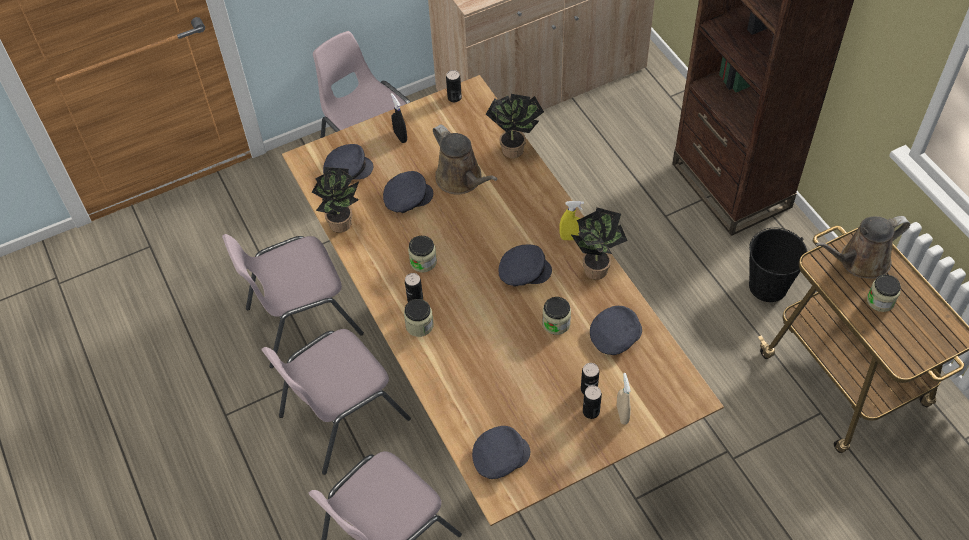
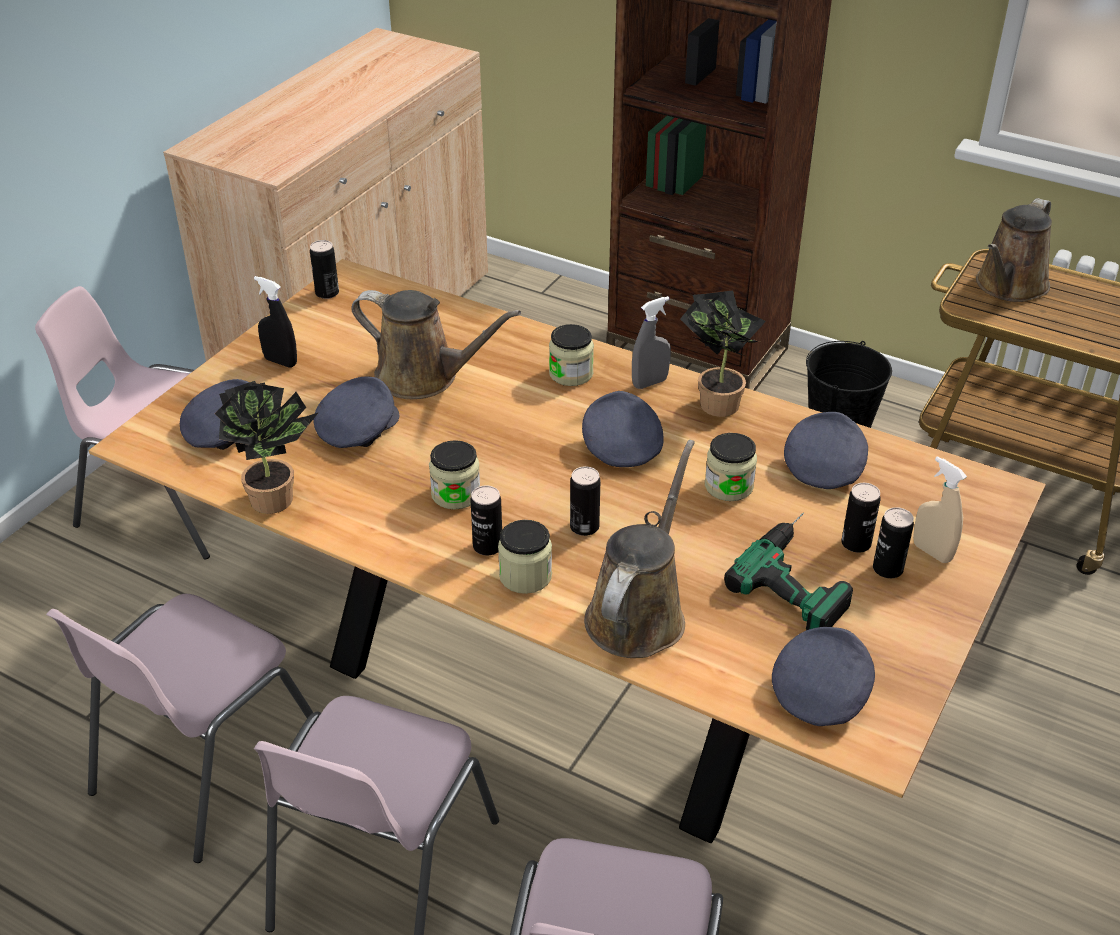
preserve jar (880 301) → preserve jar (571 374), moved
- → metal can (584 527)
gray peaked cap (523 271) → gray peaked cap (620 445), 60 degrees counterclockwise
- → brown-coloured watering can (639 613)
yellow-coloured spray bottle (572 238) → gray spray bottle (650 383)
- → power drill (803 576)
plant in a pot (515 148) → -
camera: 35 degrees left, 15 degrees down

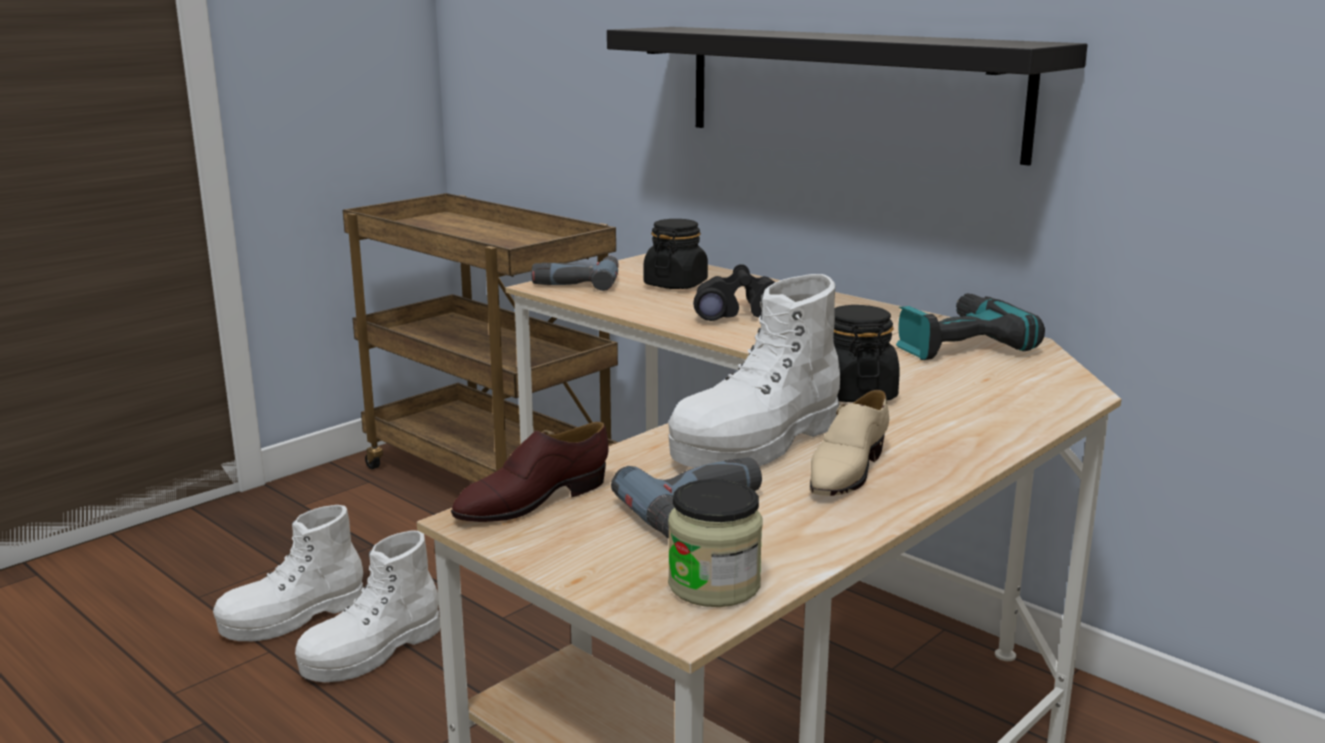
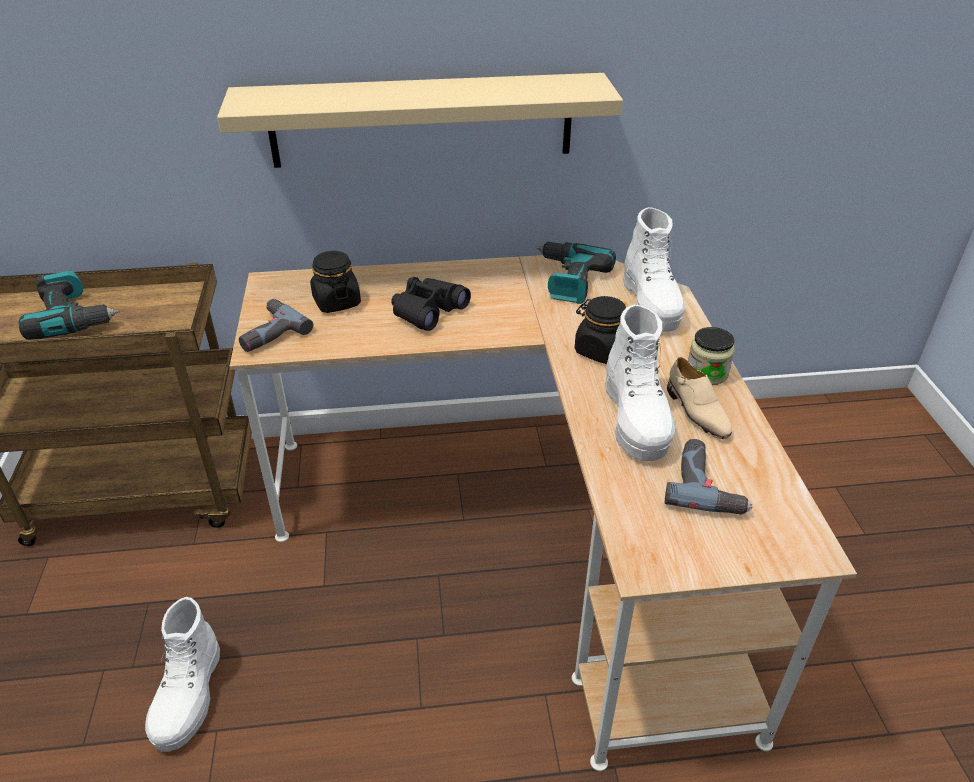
- → power drill (73 317)
blackish bracket shelf (848 89) → beige-coloured bracket shelf (422 120)
white tall boot (372 652) → white tall boot (651 304), moved
preserve jar (714 585) → preserve jar (707 373), moved
brown-coloured item of footwear (531 501) → -
camera: 50 degrees left, 20 degrees up

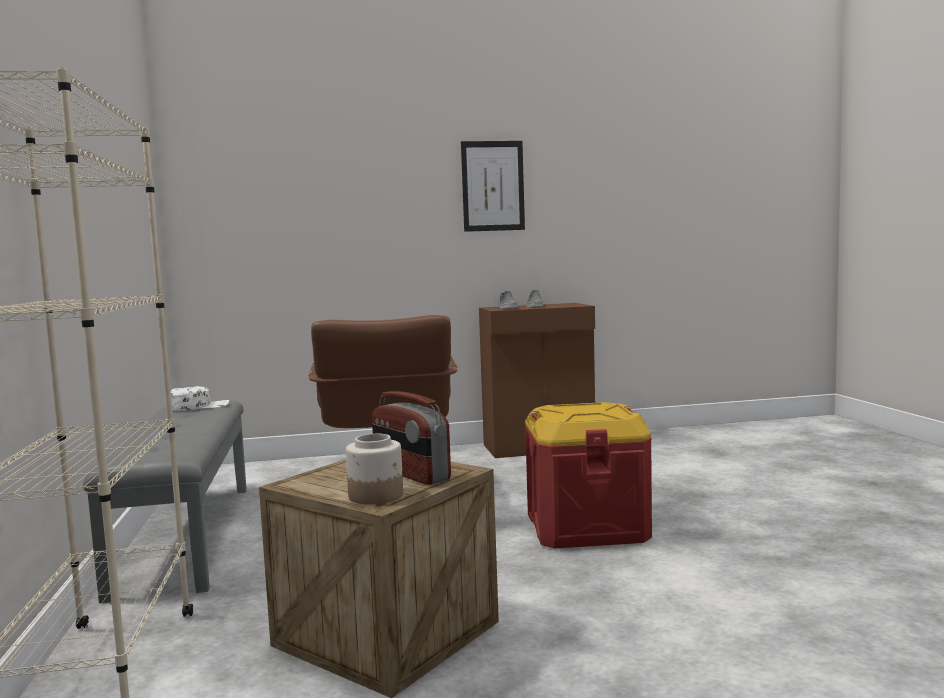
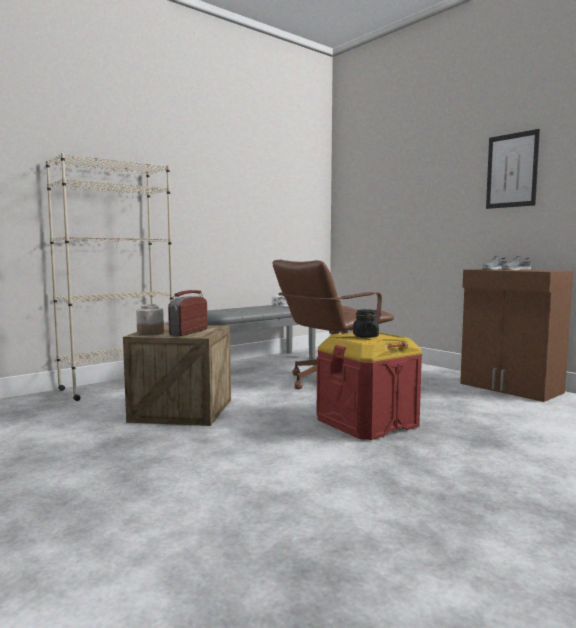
- → blackish preserve jar (365 336)
camera: 60 degrees right, 0 degrees up

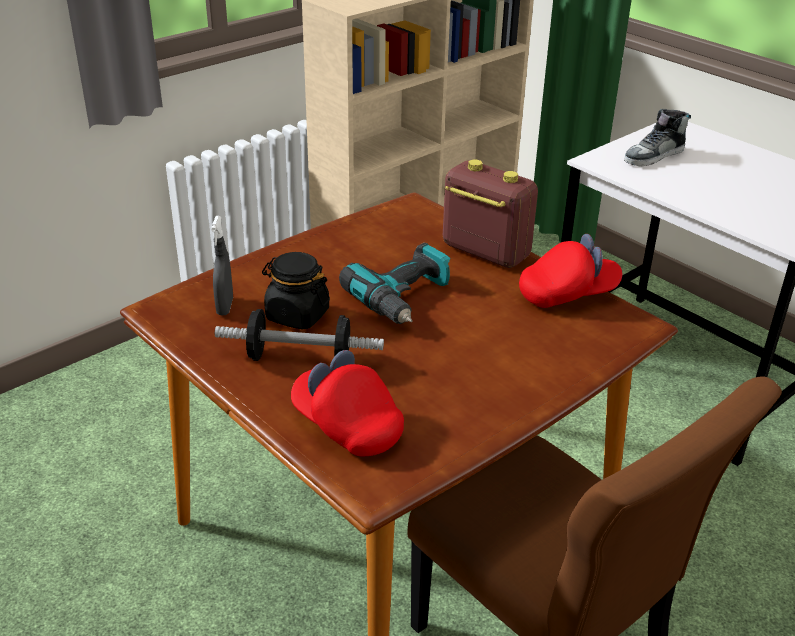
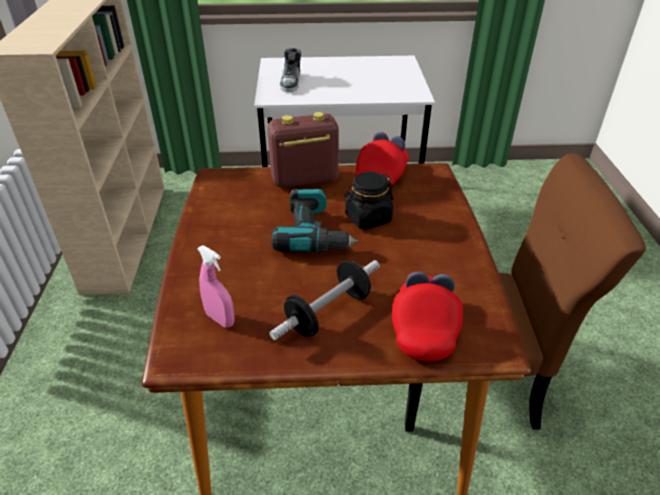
gray spray bottle (225 307) → pink-coloured spray bottle (220 319)
blackish preserve jar (297 315) → blackish preserve jar (368 218), moved
red-coloured peaked cap (347 426) → red-coloured peaked cap (424 328), 105 degrees clockwise
camera: 50 degrees left, 5 degrees up

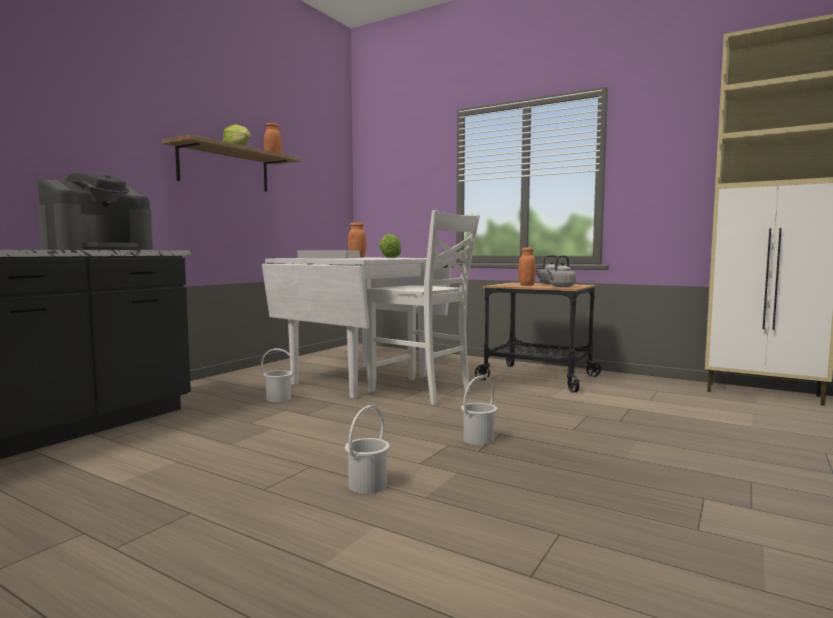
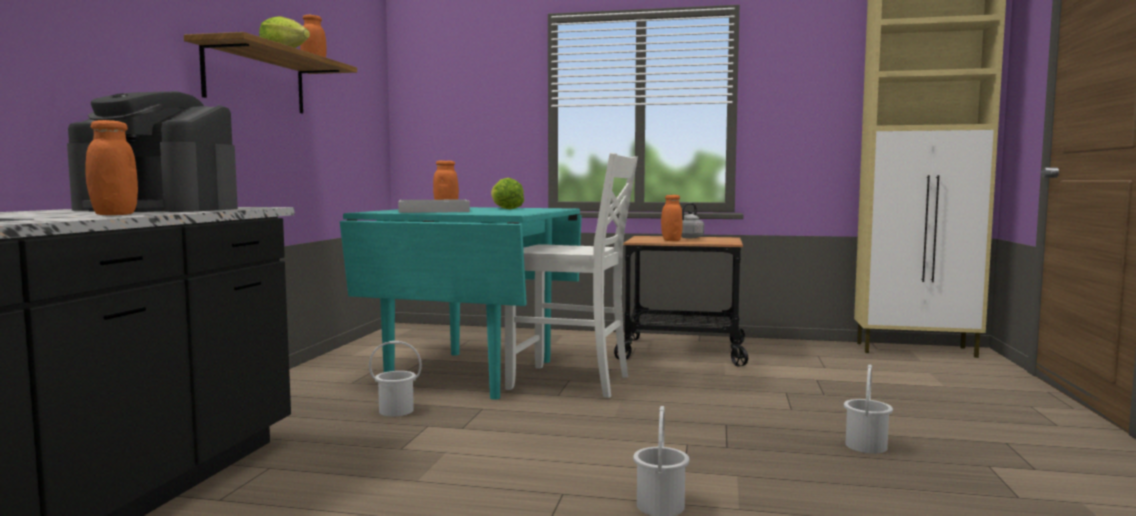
coffee brewer (99 249) → coffee brewer (159 209), 90 degrees clockwise
- → orange-coloured preserve jar (114 214)
white kitchen table (359 379) → turquoise kitchen table (471 373)
white water bucket (479 439) → white water bucket (867 446), moved
gray water kettle (561 286) → -
camera: 20 degrees left, 0 degrees up

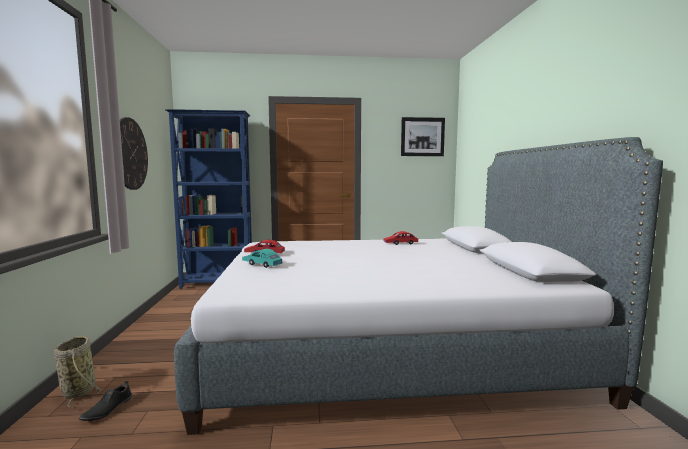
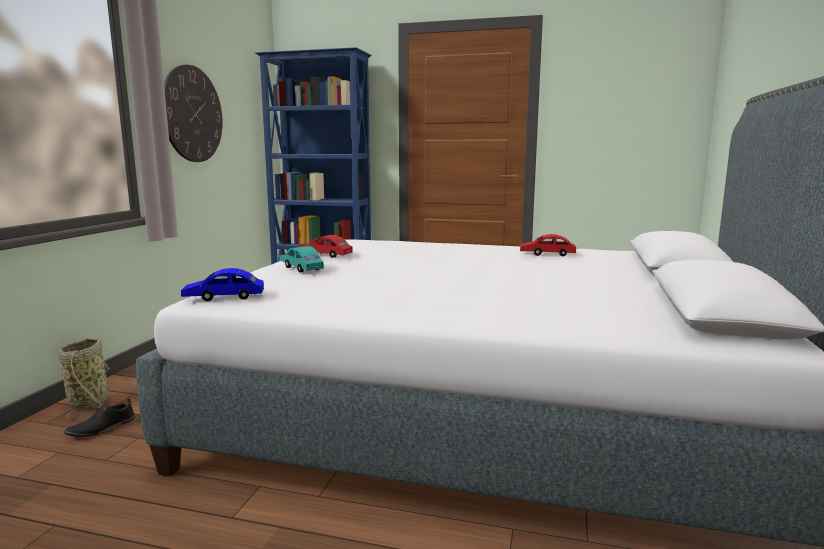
- → bluish toy car (224 297)
wall art (422 137) → -
camera: 20 degrees right, 5 degrees up

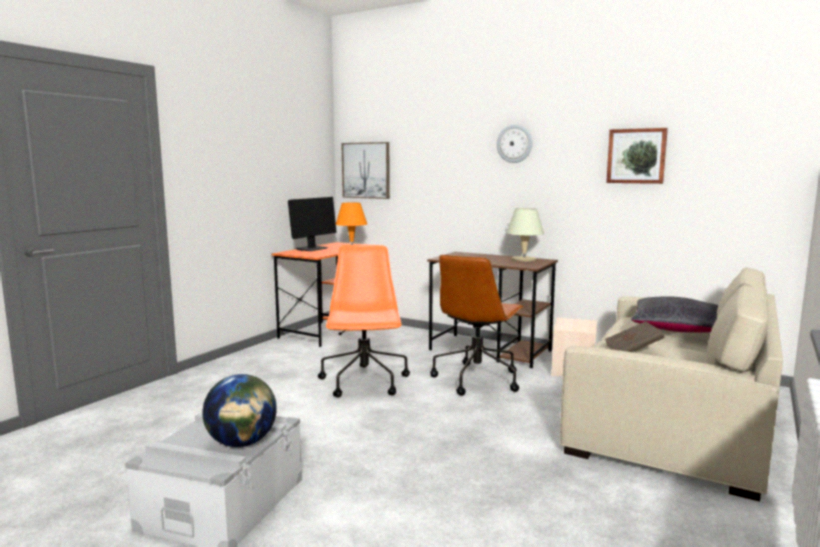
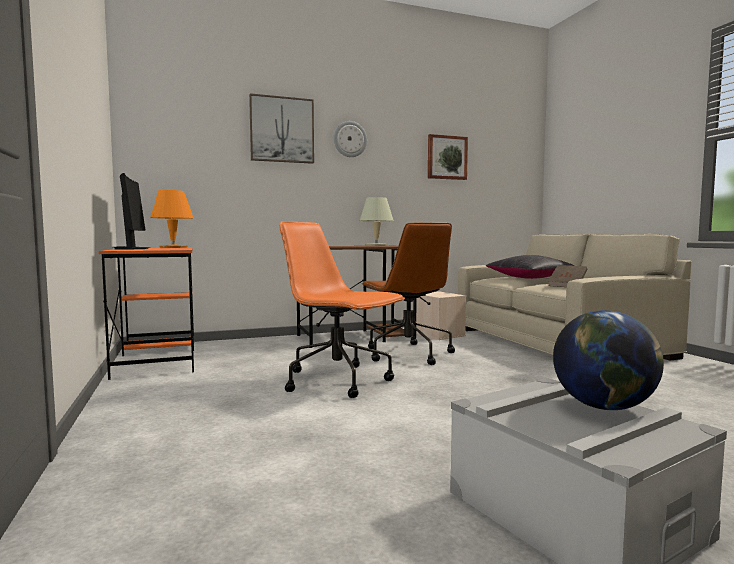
wall art (366 170) → wall art (282 130), moved
camera: 50 degrees left, 5 degrees down

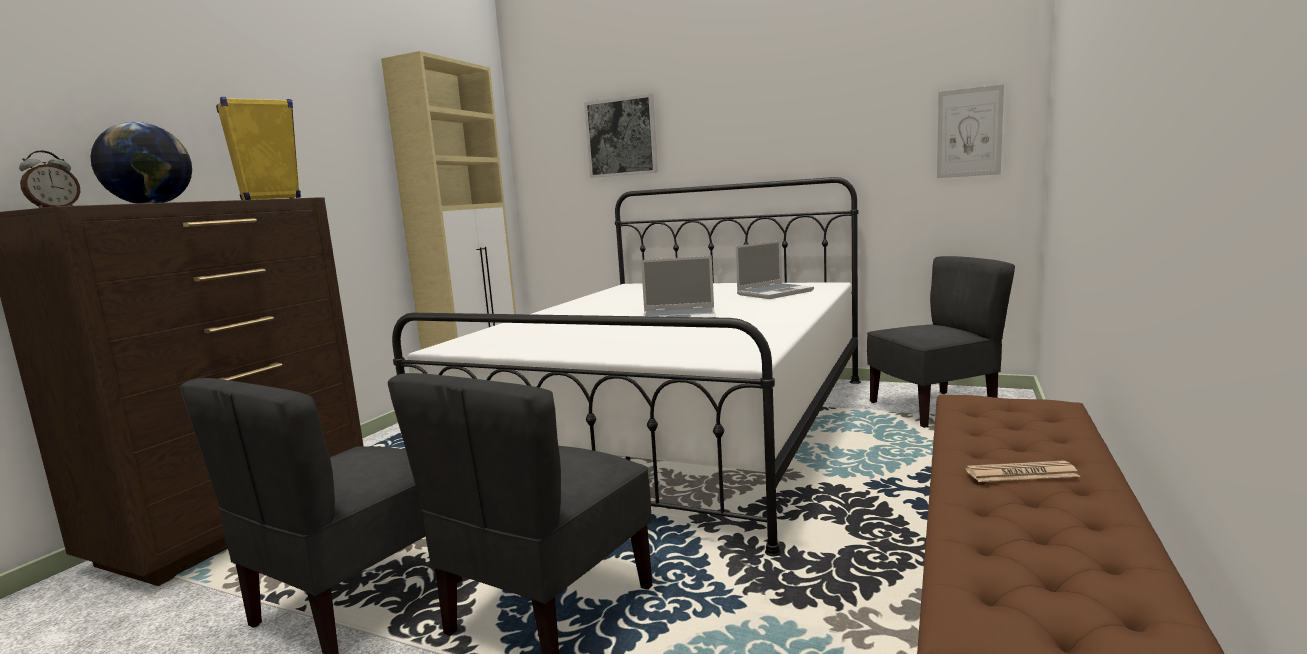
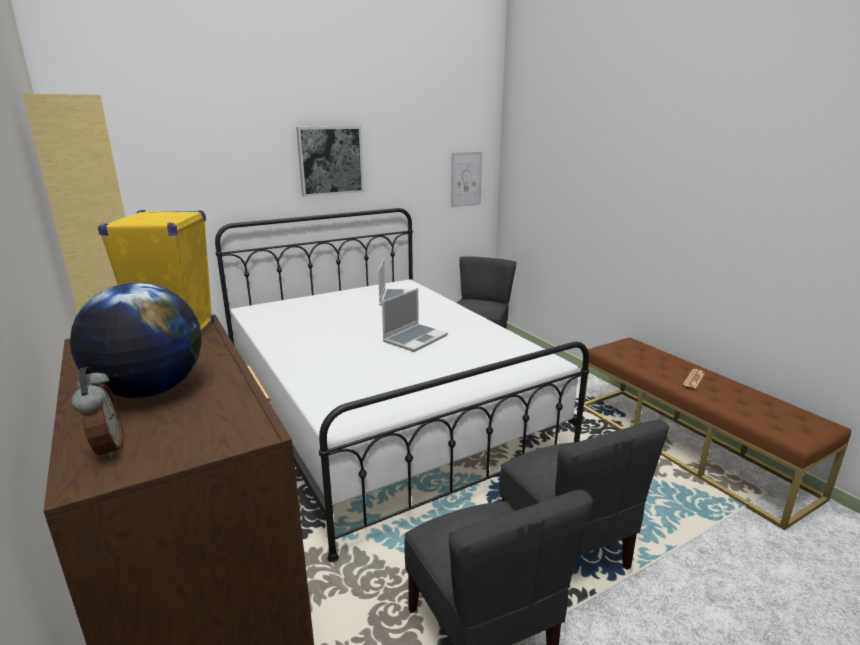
wall art (622 137) → wall art (330 160), moved
camera: 55 degrees left, 10 degrees up

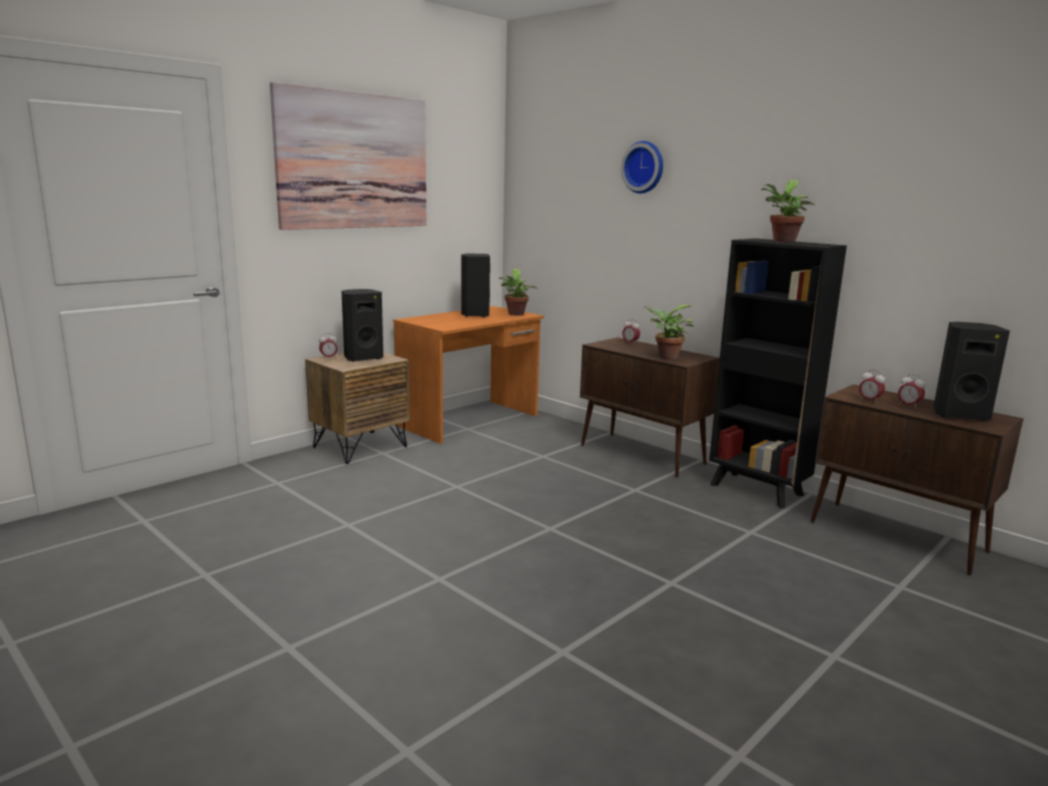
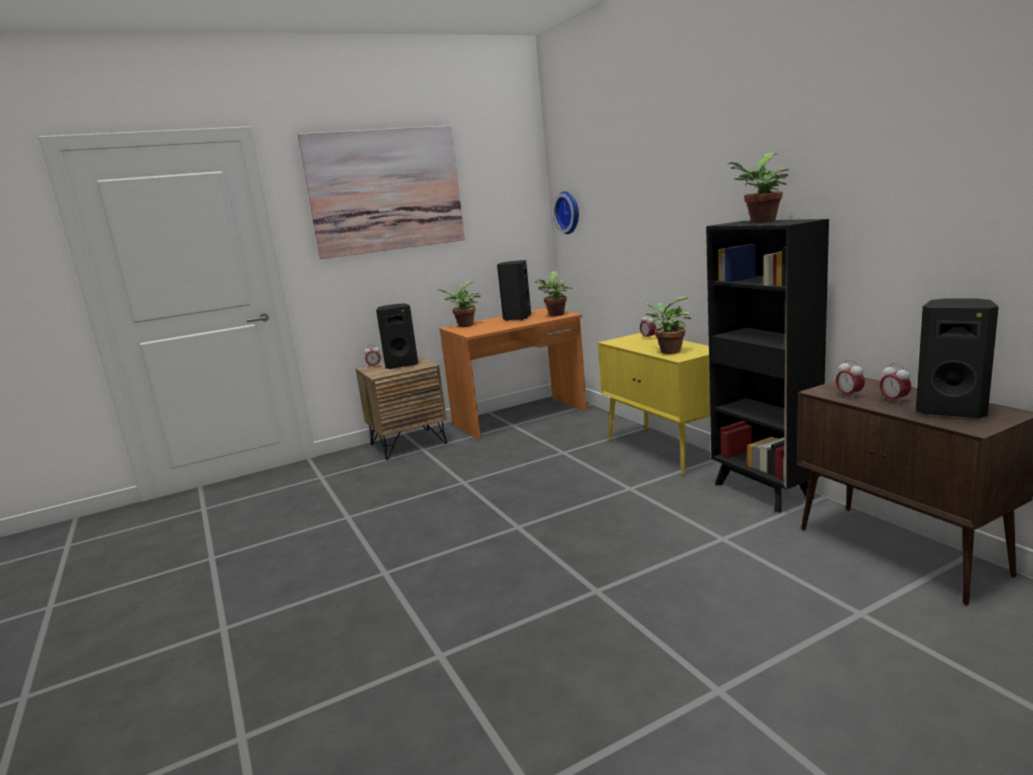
- → plant in a pot (464 326)
wall clock (644 167) → wall clock (569 212), moved
brown-coloured storage cabinet (643 454) → yellow-coloured storage cabinet (664 450)
camera: 20 degrees right, 0 degrees up

